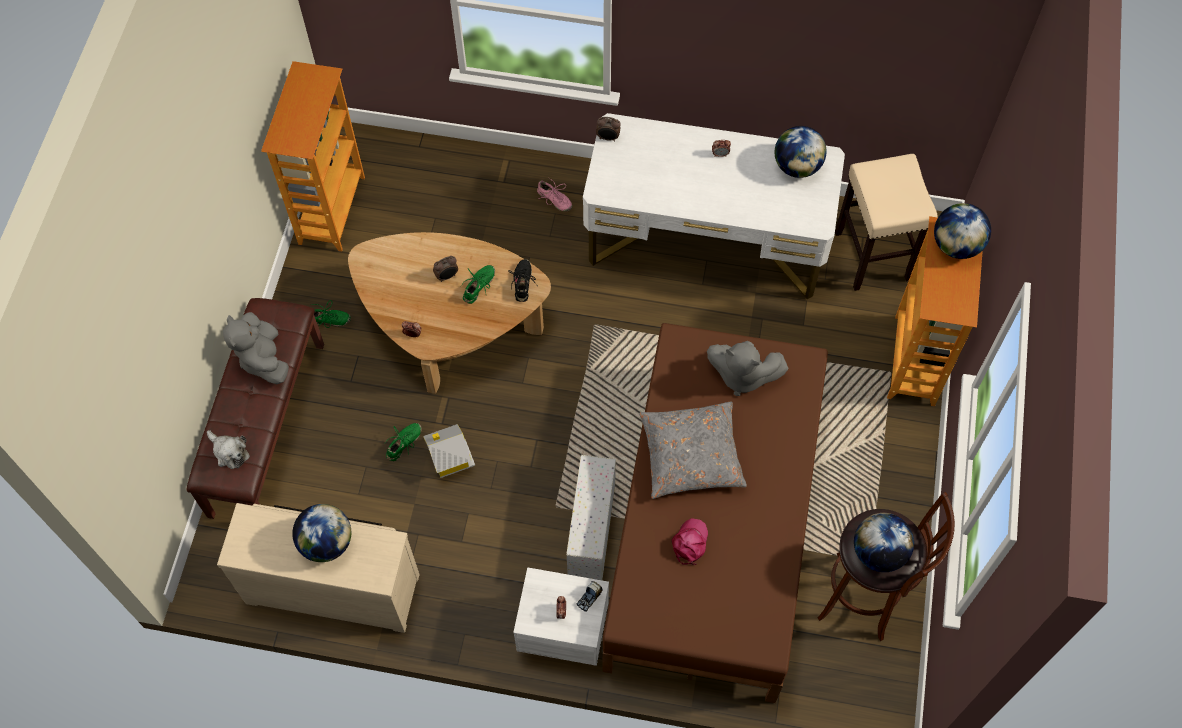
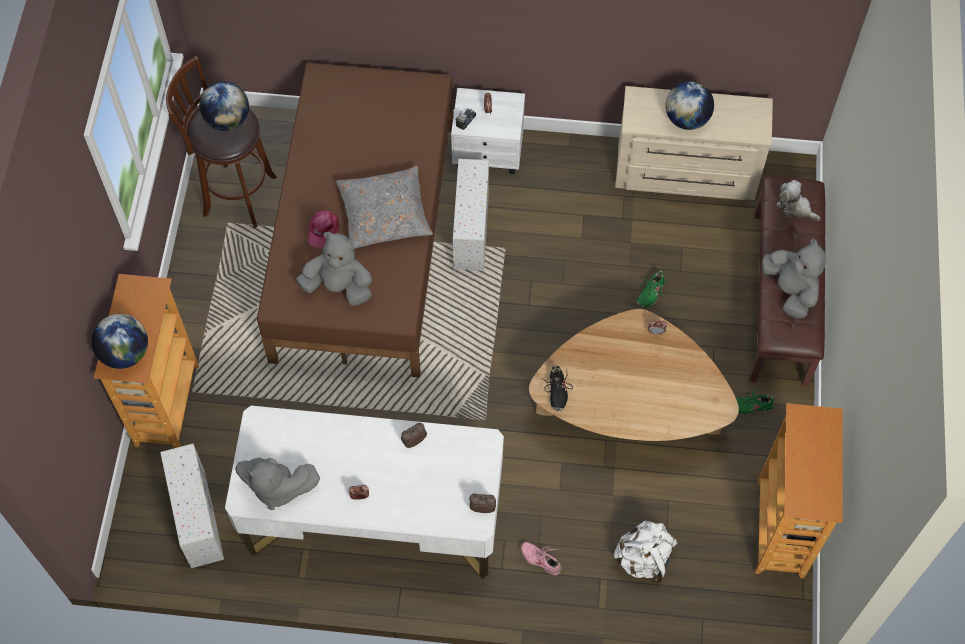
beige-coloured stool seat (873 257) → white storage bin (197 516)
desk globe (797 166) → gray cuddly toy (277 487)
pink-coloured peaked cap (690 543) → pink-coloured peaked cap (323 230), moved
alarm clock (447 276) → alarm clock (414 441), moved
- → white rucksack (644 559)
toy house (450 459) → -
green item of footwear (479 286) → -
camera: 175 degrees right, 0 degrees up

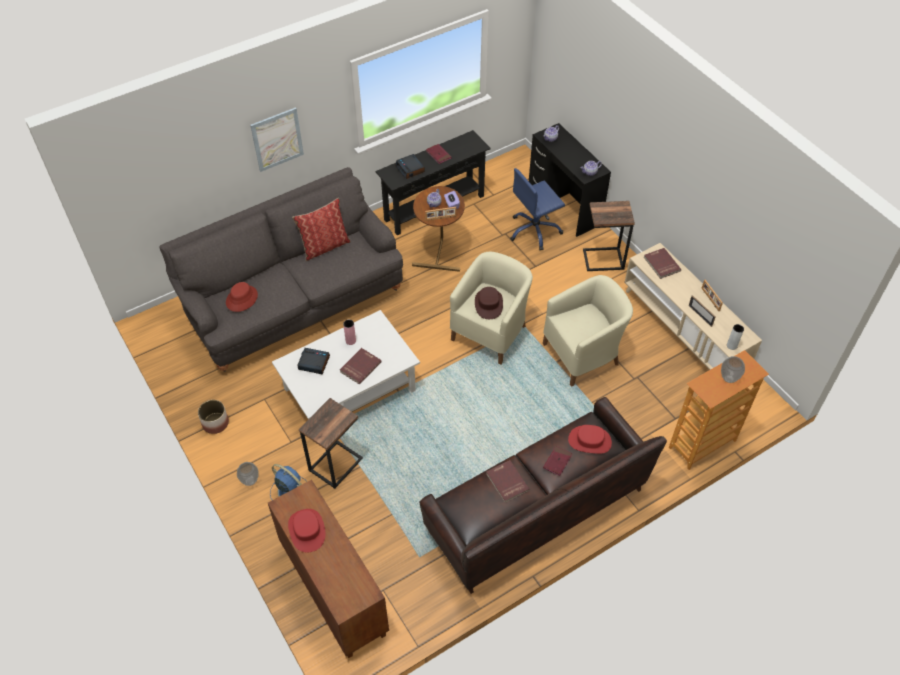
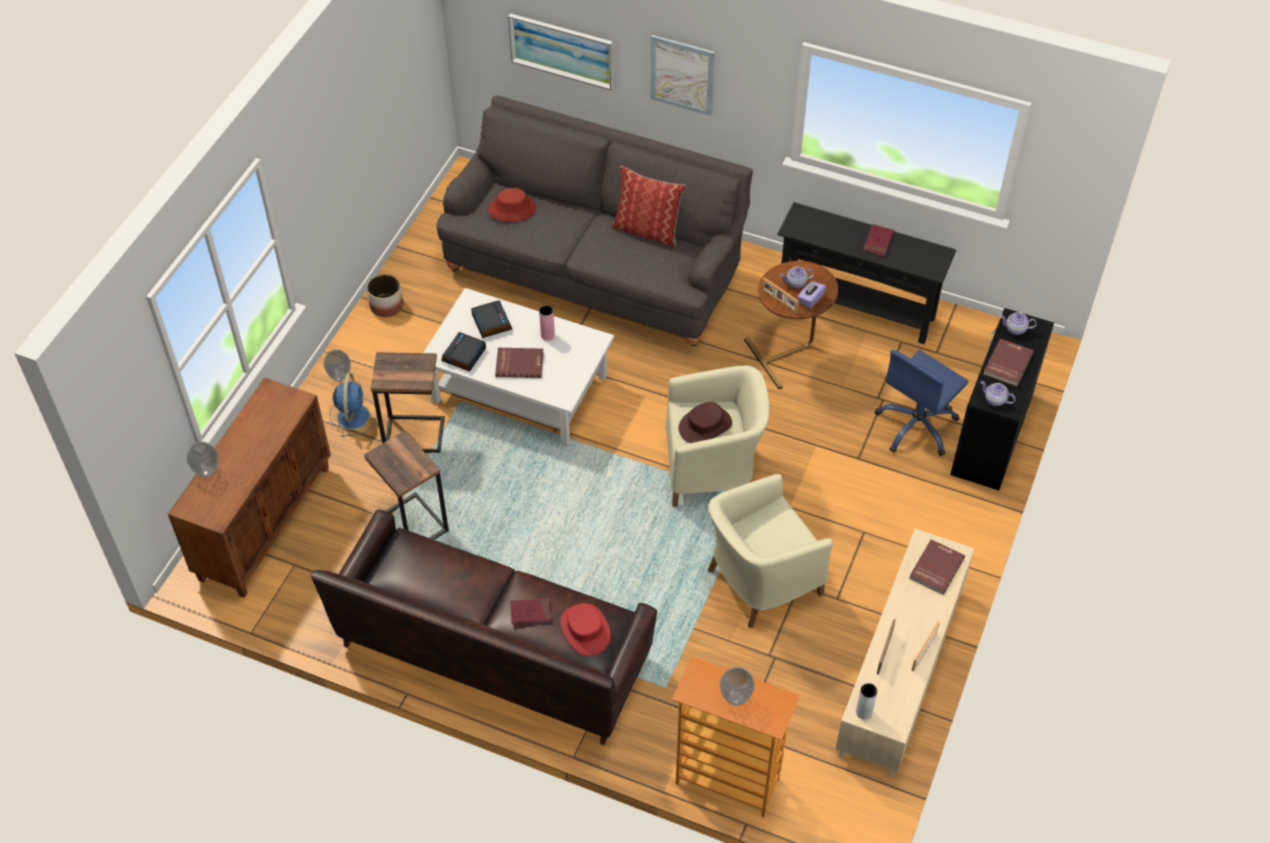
- → decorative vase (207 472)
side table (603 260) → side table (412 525), moved
alarm clock (410 169) → alarm clock (464 355), moved
- → wall art (562 50)
beige-coloured armchair (583 354) → beige-coloured armchair (760 581), 120 degrees clockwise
bluish desk chair (534 231) → bluish desk chair (917 426), 75 degrees counterclockwise
red-coloured bound book (506 482) → red-coloured bound book (1007 363), moved
red-coloured hat (307 530) → -
camera: 55 degrees right, 0 degrees up

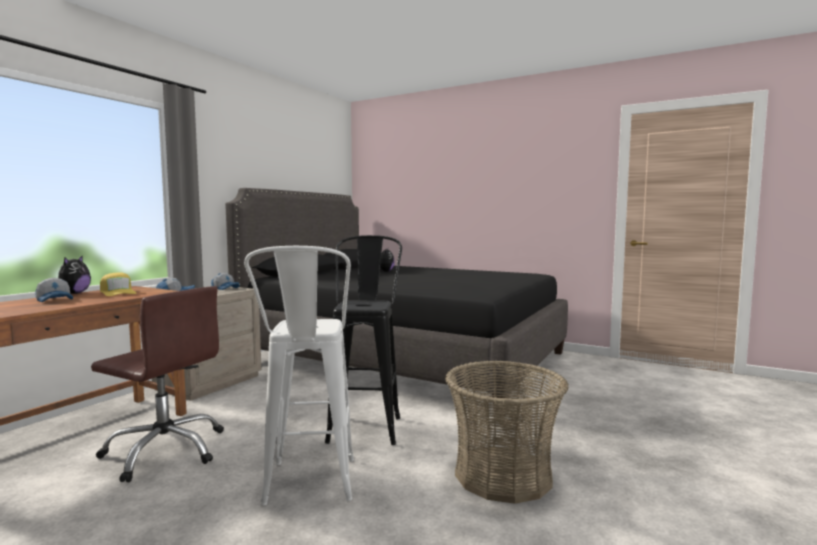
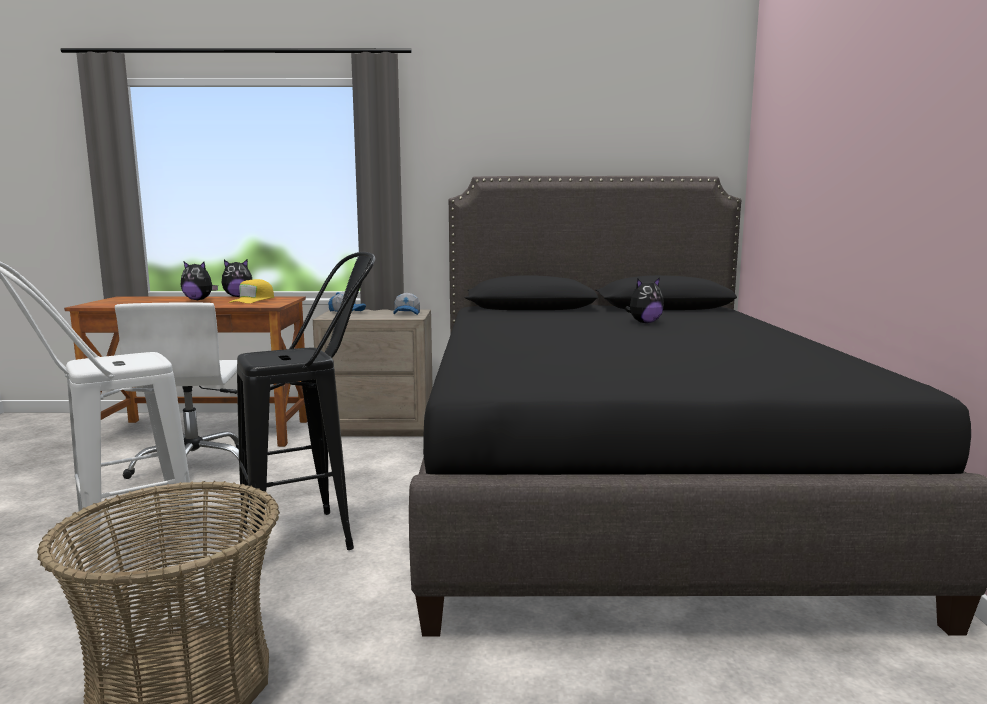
brown-coloured desk chair (165 450) → white desk chair (195 468)
peaked cap (55 300) → cuddly toy (199 300)
camera: 60 degrees right, 5 degrees up

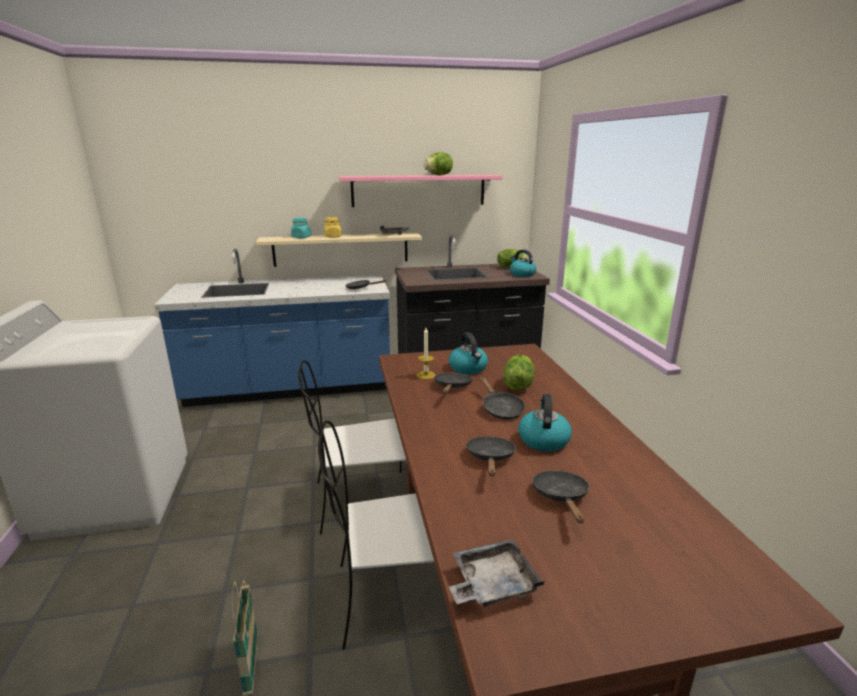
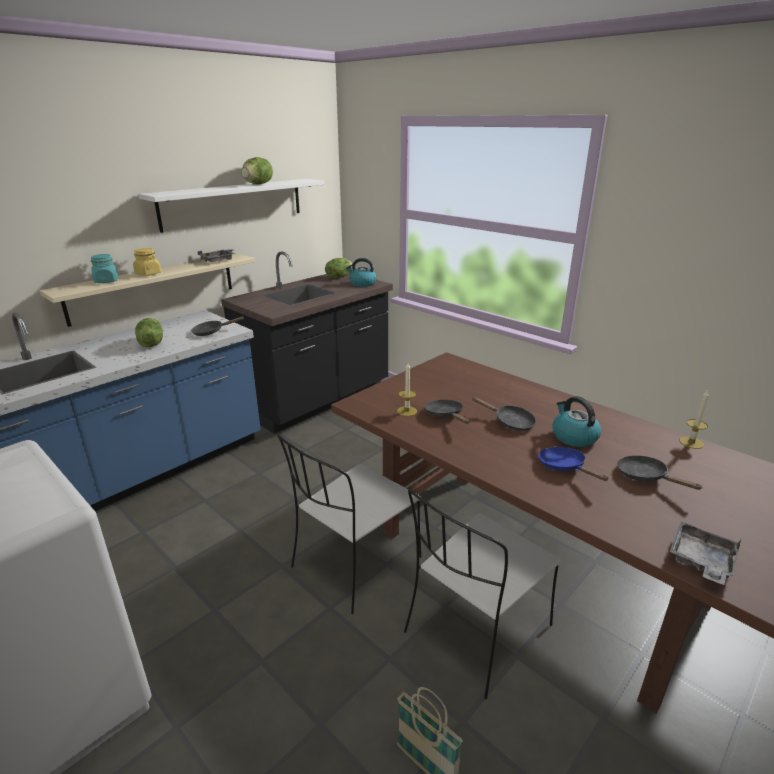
lettuce (517 385) → lettuce (151 344), moved
pink-coloured bracket shelf (418 190) → white bracket shelf (233 203)
blackish skillet (490 458) → bluish skillet (564 467)
- → wax light (691 442)
water kettle (468 368) → -
camera: 35 degrees left, 5 degrees up

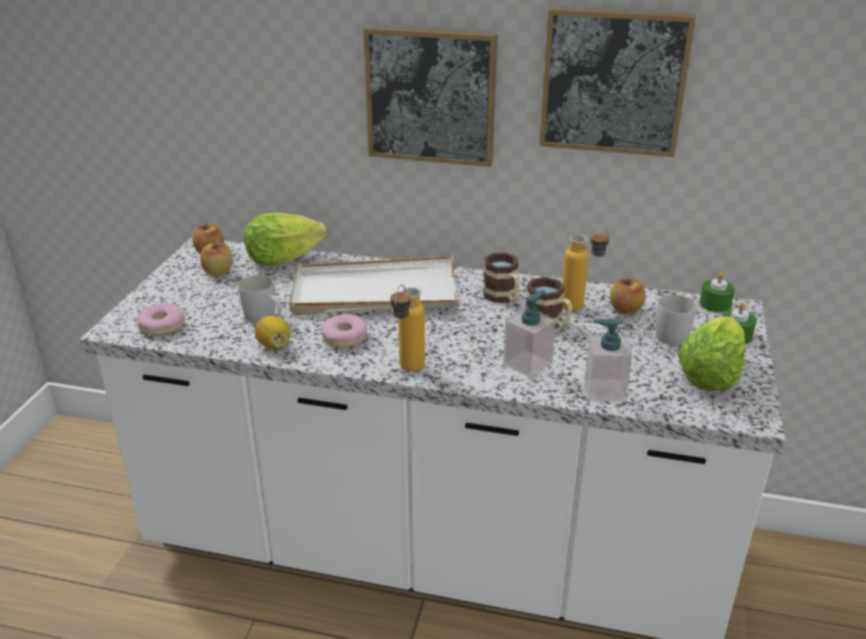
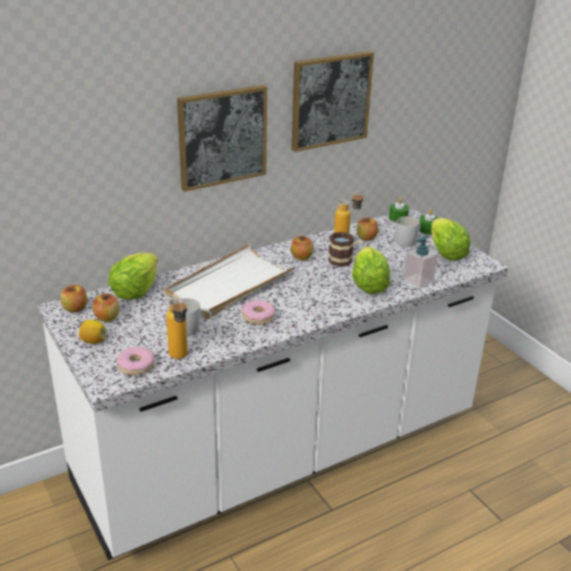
whole lemon (274 345) → whole lemon (93 341), moved
beverage bottle (407 371) → beverage bottle (180 358), moved
tea mug (503 298) → apple fruit (301 257)
soap bottle (528 364) → lettuce (368 285)
camera: 45 degrees left, 0 degrees up

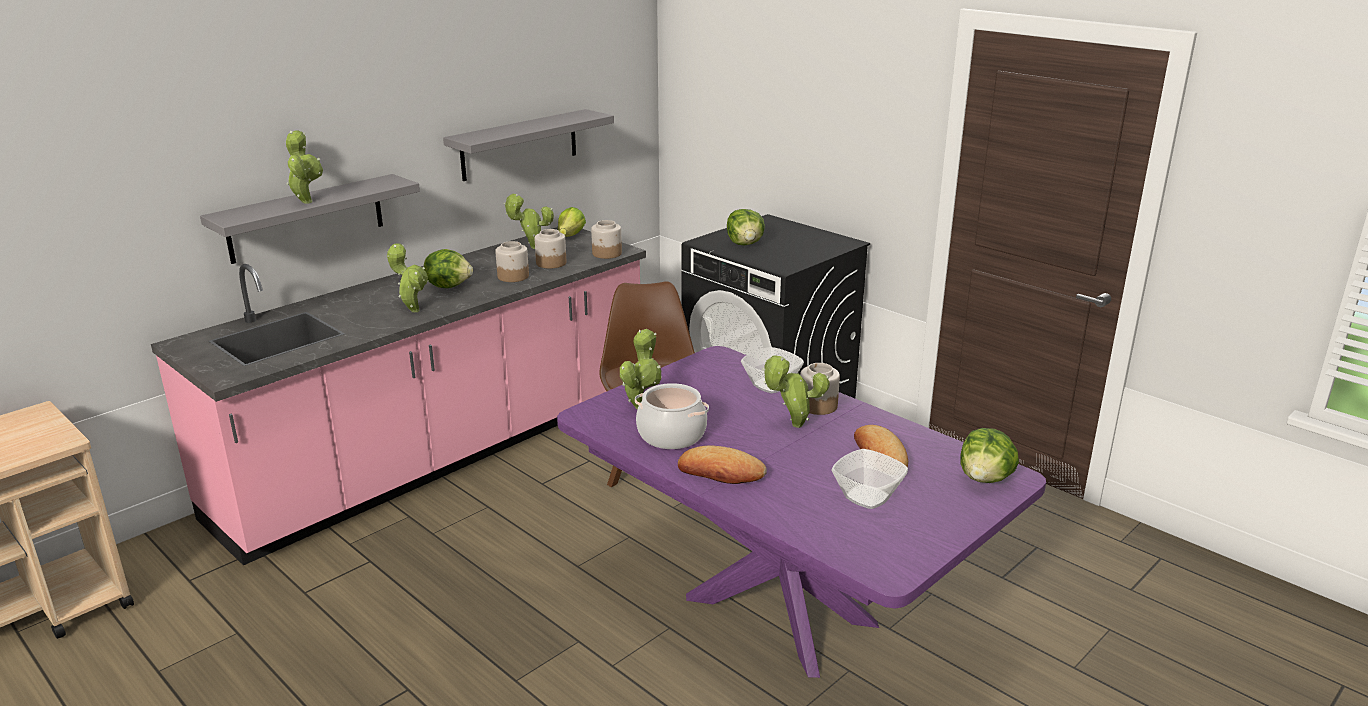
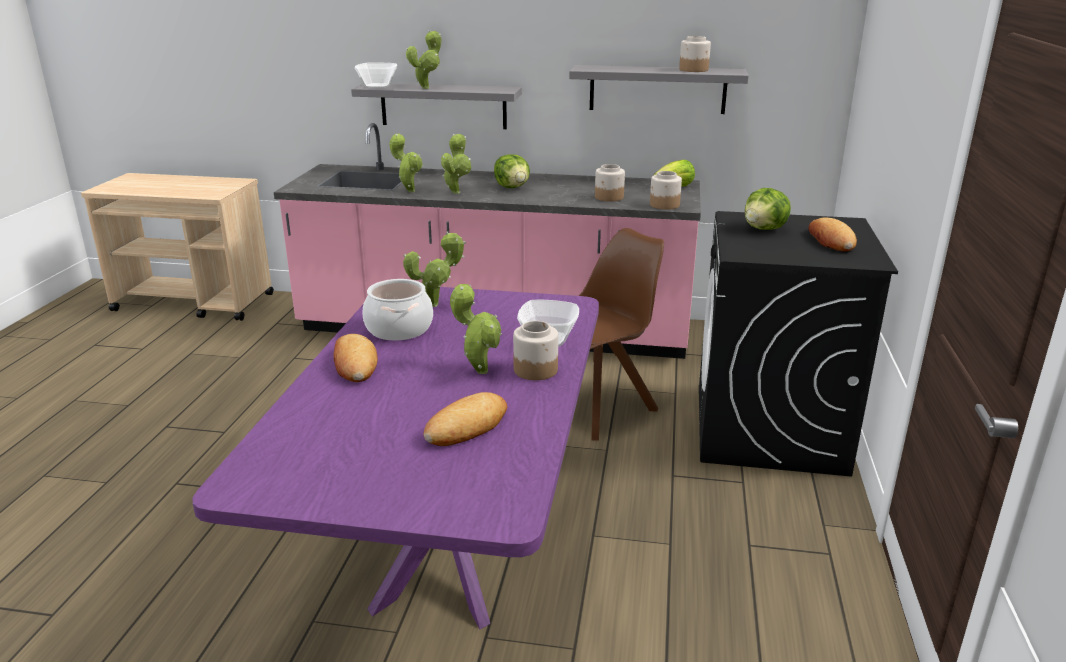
serving bowl (868 497) → serving bowl (378 86), moved
plant in a pot (532 248) → plant in a pot (409 190), moved
preserve jar (513 276) → preserve jar (694 70), moved
- → bread (831 241)
lettuce (985 479) → -
camera: 55 degrees right, 0 degrees up

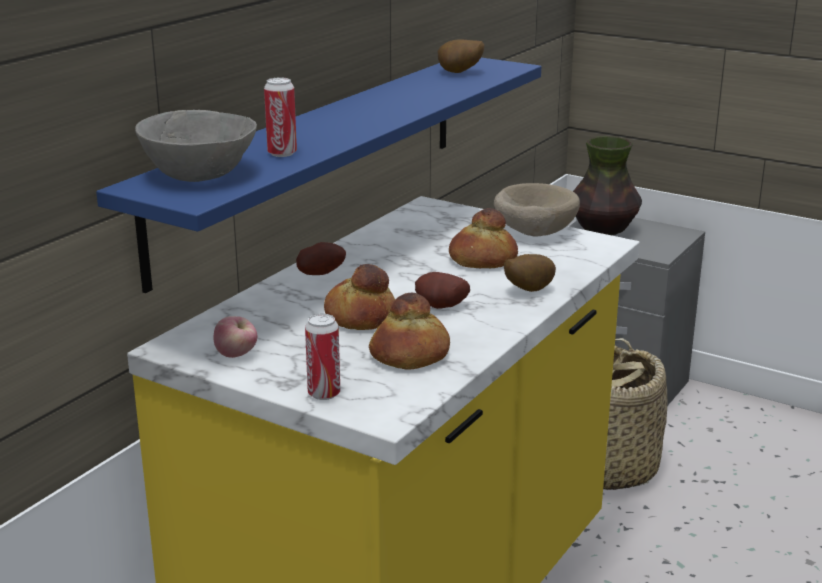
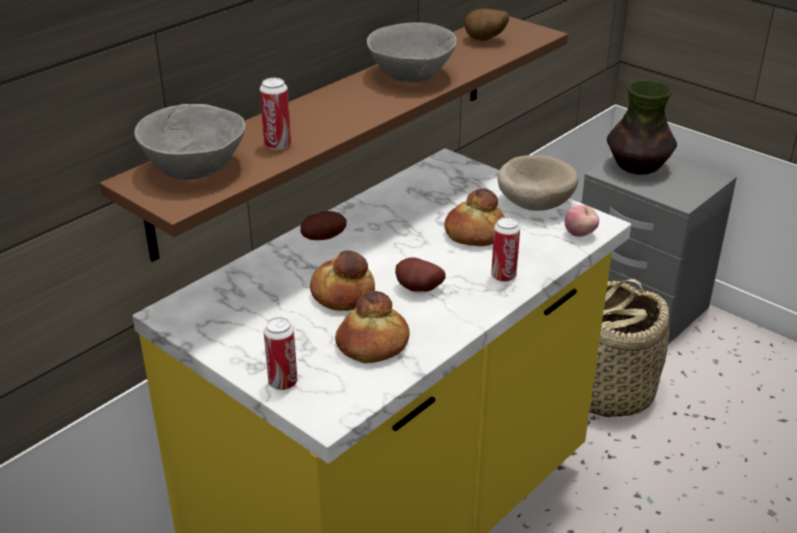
bluish bracket shelf (316 159) → brown-coloured bracket shelf (332 126)
- → gray serving bowl (410 75)
potato (527 290) → metal can (503 276)
apple fruit (236 355) → apple fruit (580 234), moved
camera: 10 degrees right, 10 degrees up

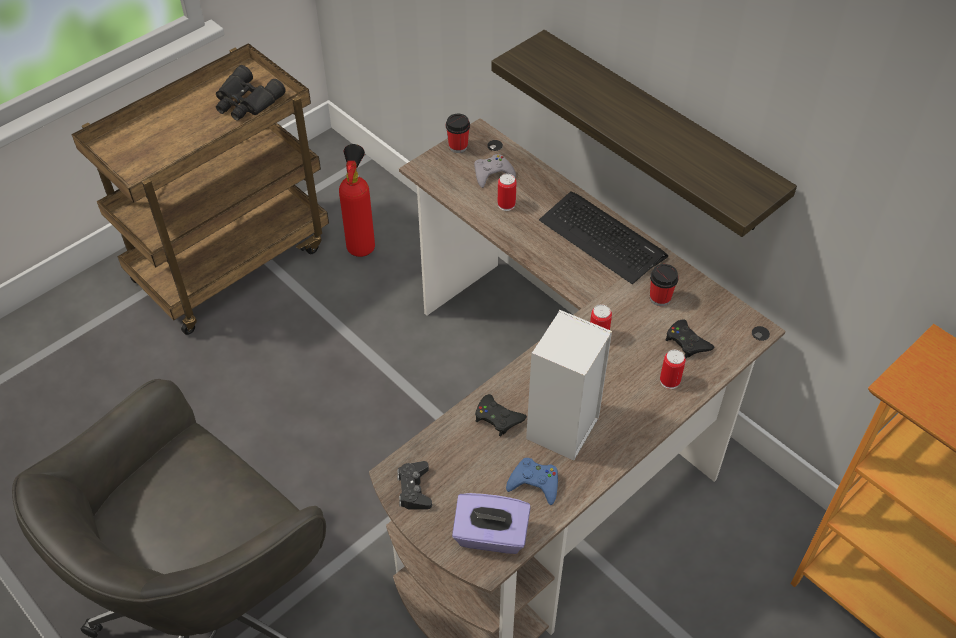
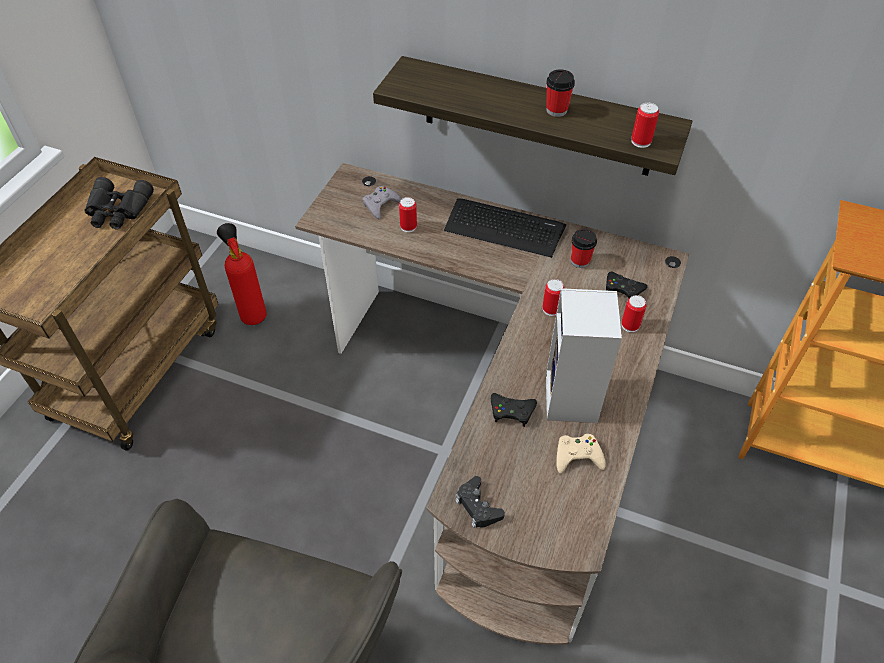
cup (458 146) → cup (556 110), moved
bluish game controller (534 483) → beige-coloured game controller (578 456)
- → metal can (641 141)
purple tissue holder (490 536) → -
camera: 25 degrees left, 0 degrees up

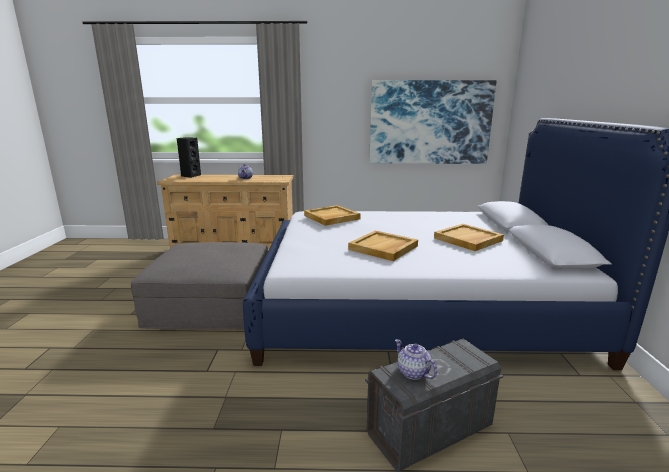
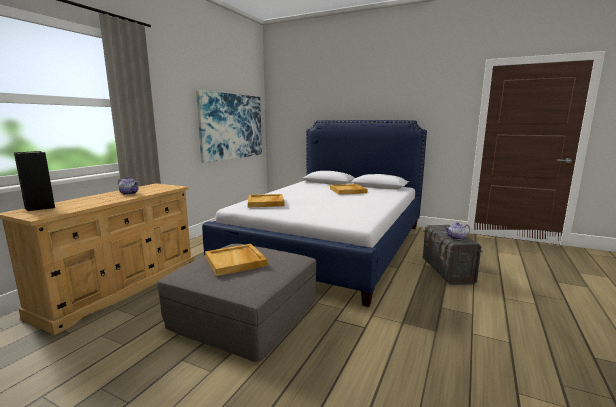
beige-coloured carrying tray (383 248) → beige-coloured carrying tray (236 261), moved
camera: 65 degrees left, 5 degrees down

